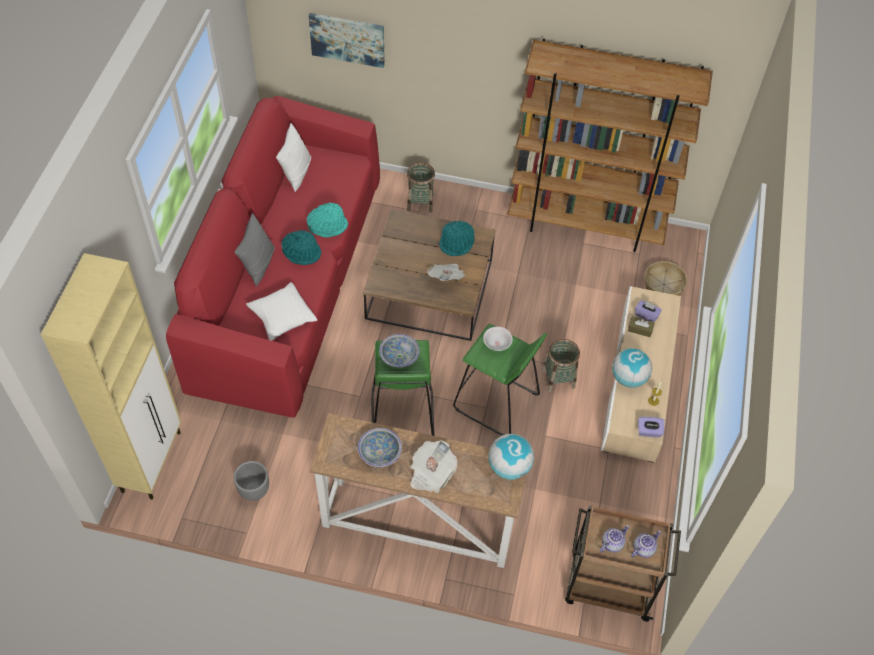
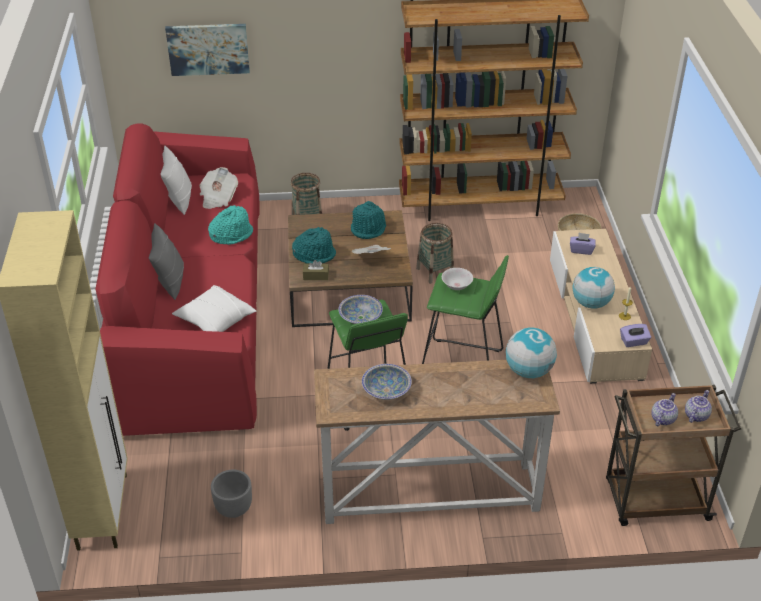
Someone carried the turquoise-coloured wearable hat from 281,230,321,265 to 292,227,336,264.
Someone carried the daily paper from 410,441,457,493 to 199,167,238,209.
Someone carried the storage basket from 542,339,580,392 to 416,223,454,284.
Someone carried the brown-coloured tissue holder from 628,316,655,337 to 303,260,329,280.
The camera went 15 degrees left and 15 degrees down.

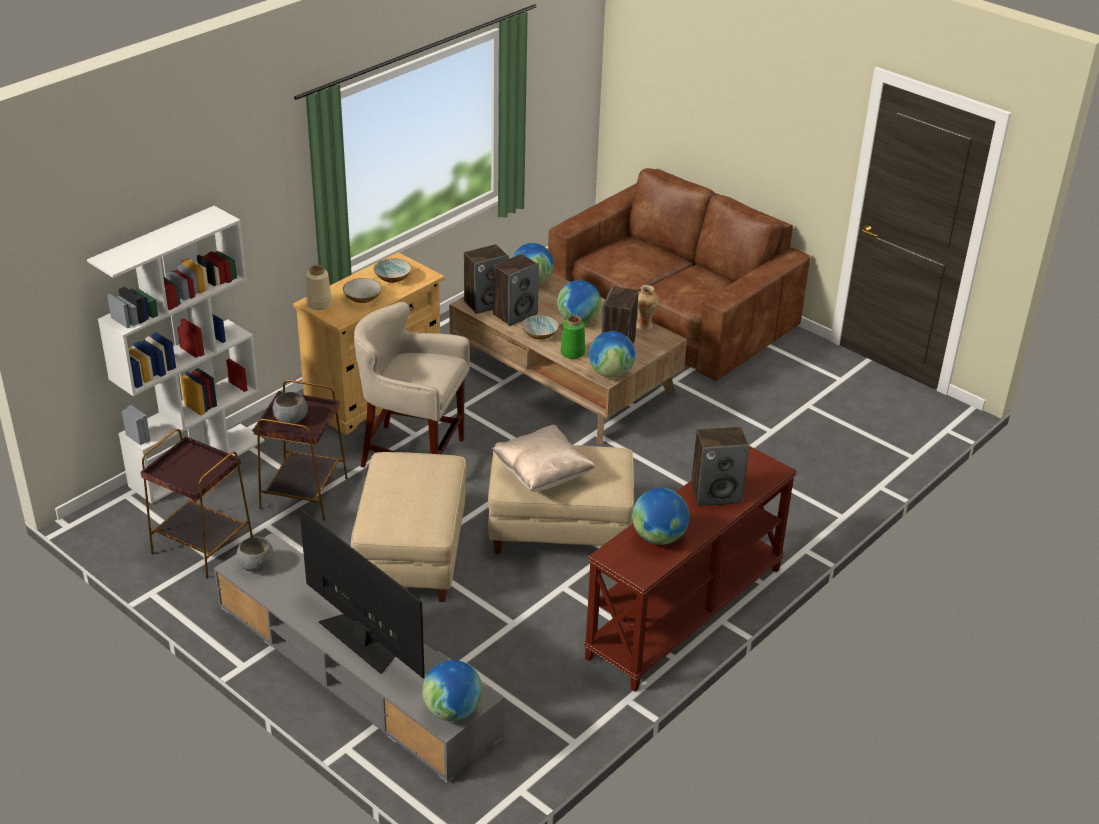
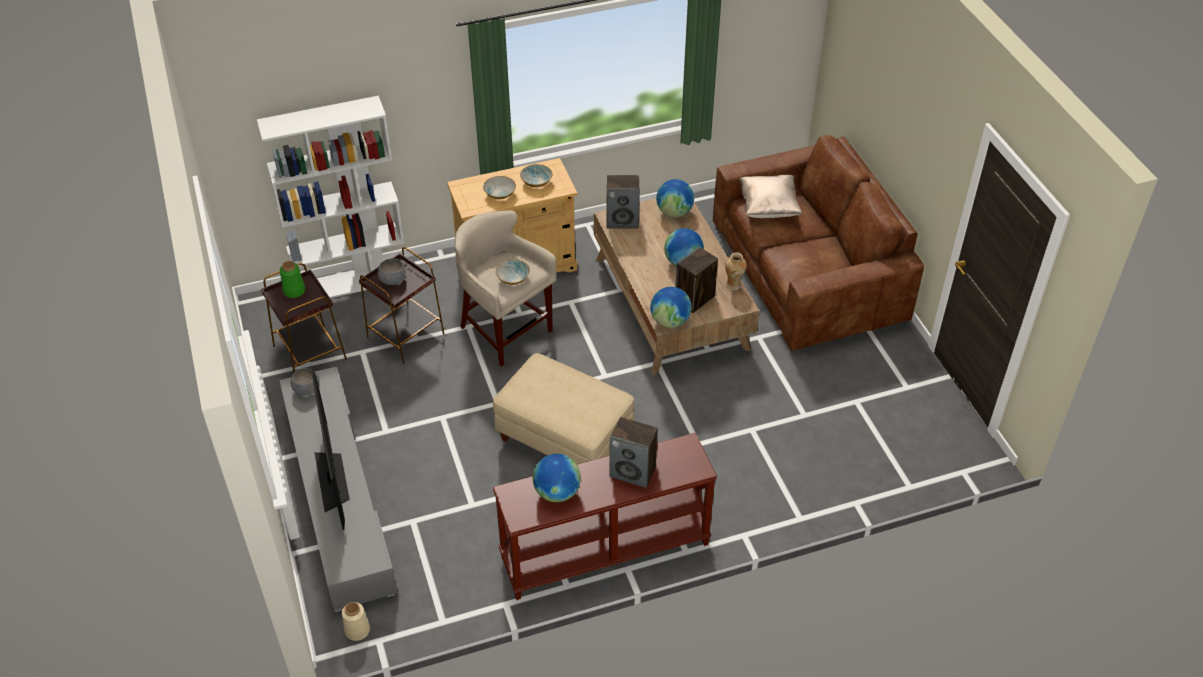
Someone took away the beige-coloured ottoman at 351,452,467,602.
Someone took away the world globe at 422,660,483,721.
Someone took away the loudspeaker at 493,254,539,326.
Someone carried the beige-coloured decorative vase from 306,265,332,310 to 342,602,370,641.
Someone carried the beige-coloured throw pillow from 492,425,595,492 to 739,175,802,218.
Someone carried the deep dish from 522,315,559,340 to 496,259,530,285.
Someone carried the green-coloured decorative vase from 561,315,585,359 to 280,261,305,298.
The camera went 30 degrees right and 10 degrees up.

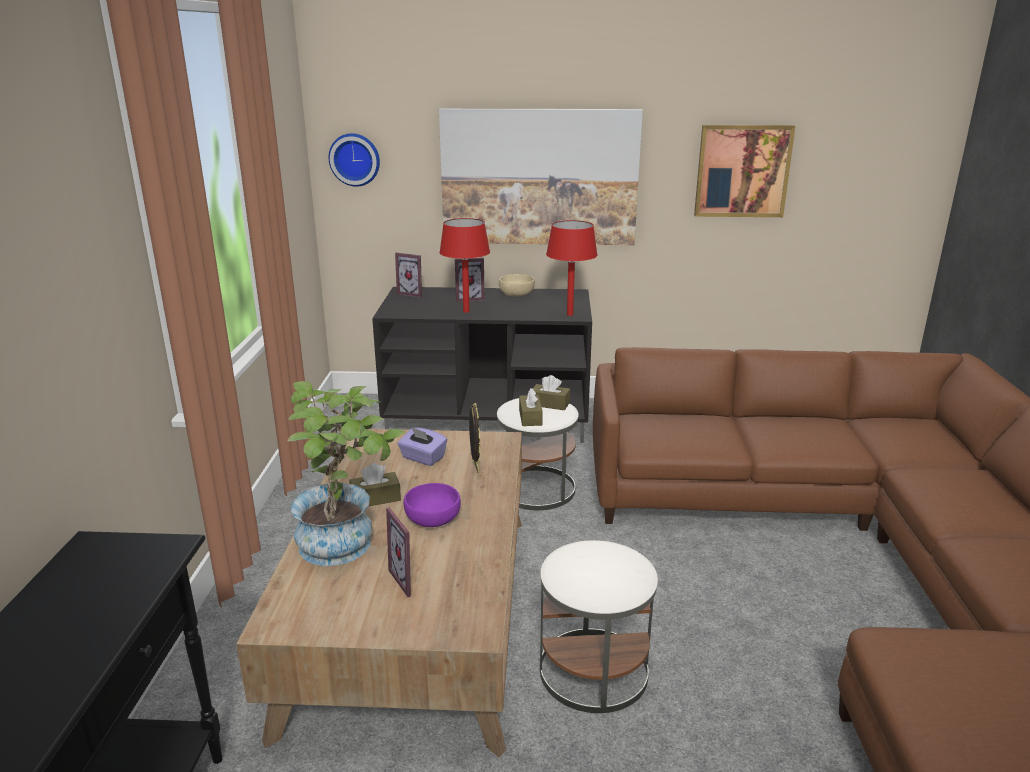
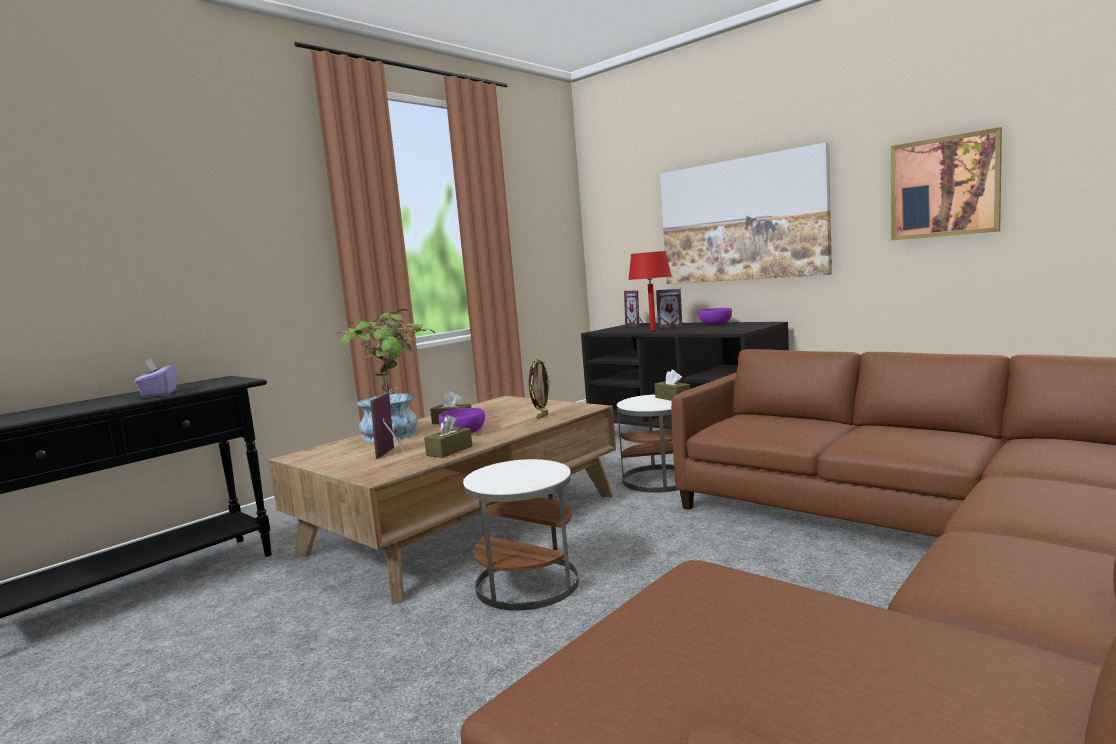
Someone took away the clock on the wall at 329,133,380,187.
Someone took away the red-coloured table lamp at 546,220,598,316.
Someone carried the purple-coloured tissue holder from 397,427,447,466 to 135,359,177,398.
Someone carried the brown-coloured tissue holder from 519,388,543,426 to 424,415,472,458.
Someone repainted the beige-coloured deep dish at 499,274,535,297, which became the purple-coloured deep dish at 698,308,732,325.
The camera went 40 degrees right and 15 degrees down.

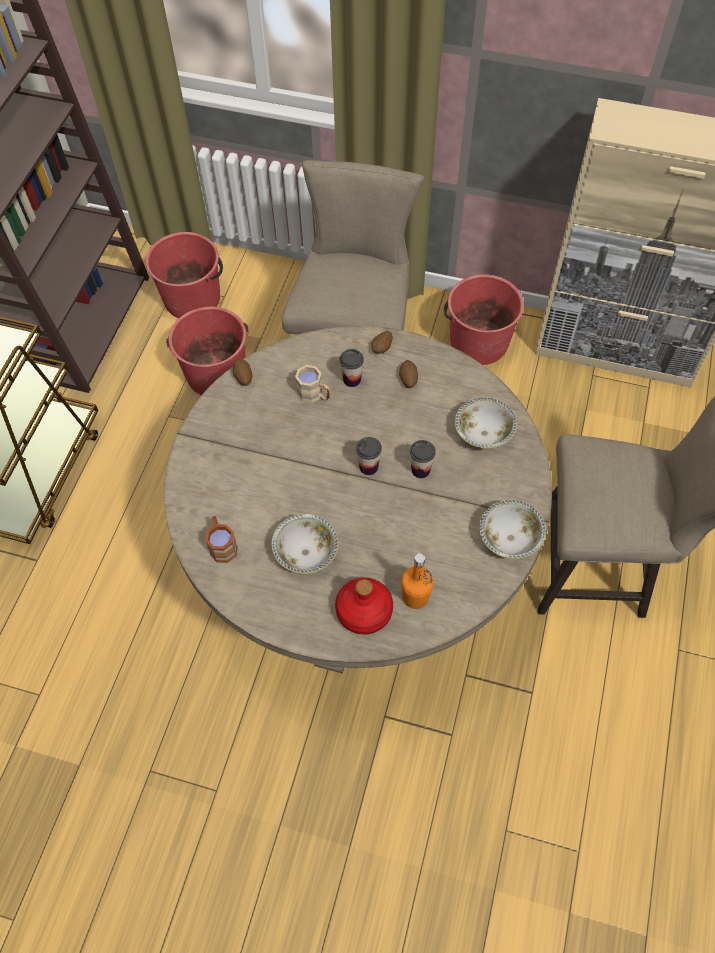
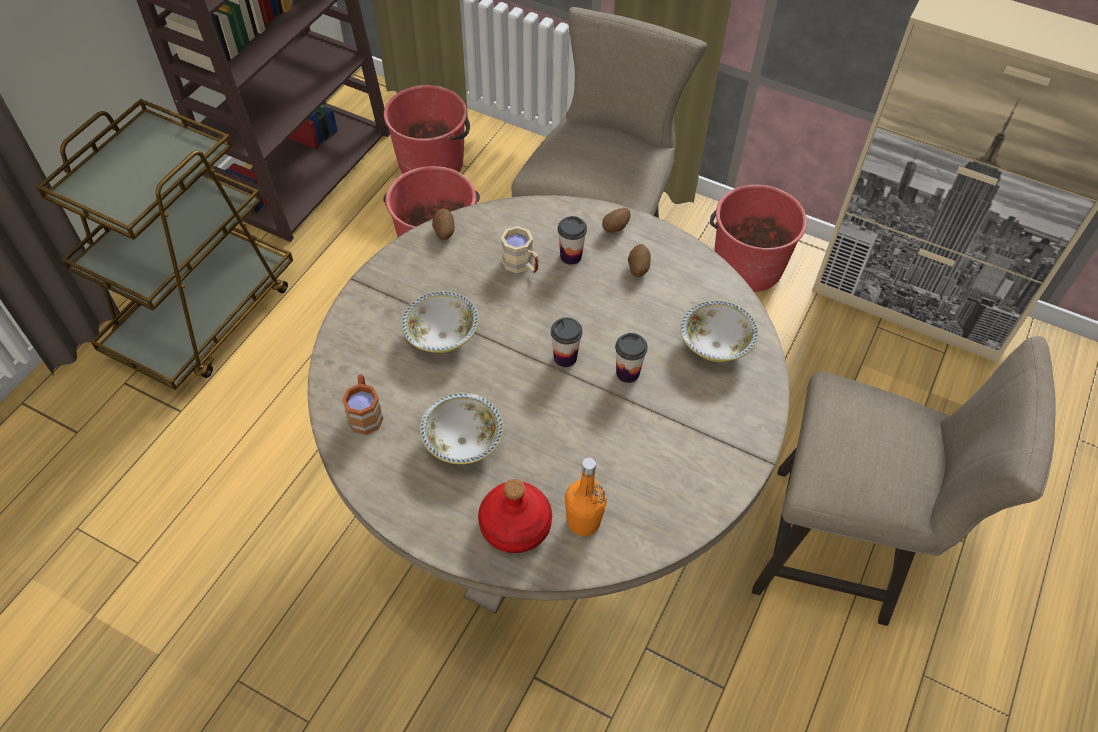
Someone carried the deep dish from 479,500,546,559 to 401,291,479,353.
The camera went 10 degrees right and 5 degrees down.

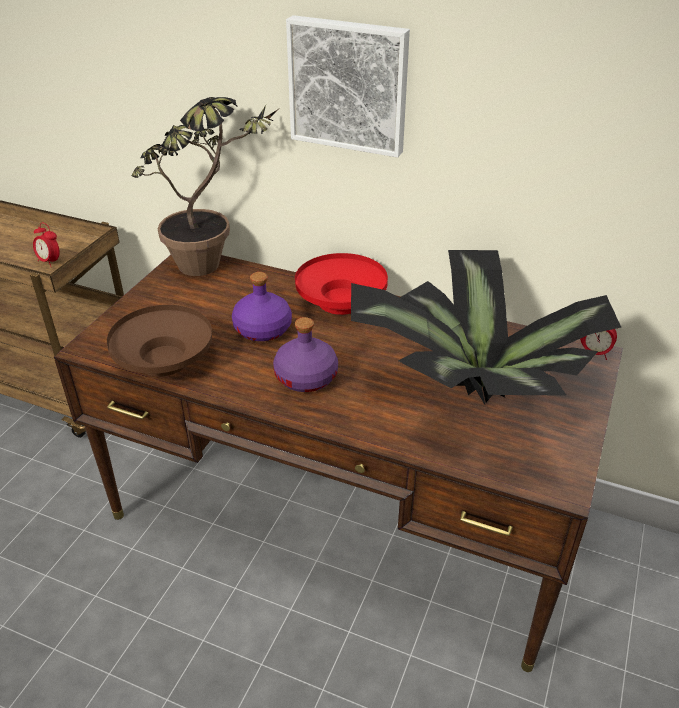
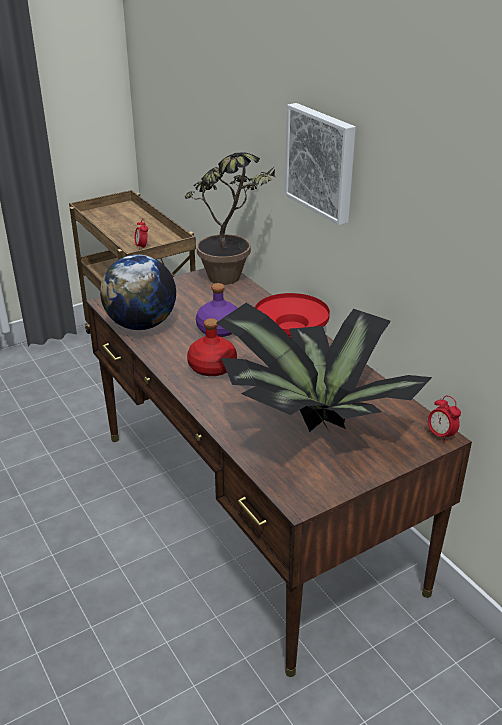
Someone swapped the brown-coloured deep dish at 107,305,212,377 for the world globe at 100,255,176,330.
Someone repainted the purple-coloured beverage bottle at 273,317,338,392, which became the red-coloured beverage bottle at 187,318,237,376.
The camera went 35 degrees right and 5 degrees down.

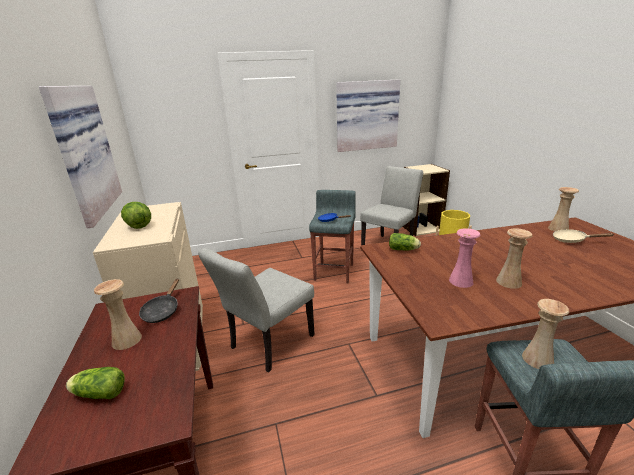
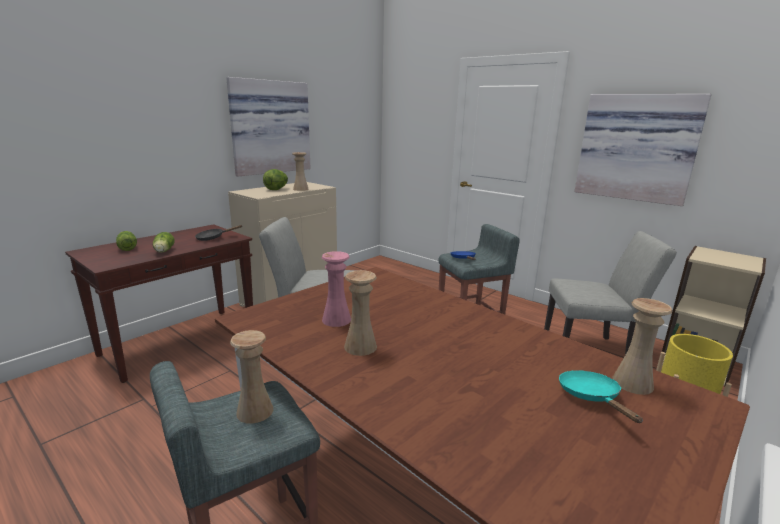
Someone carried the beige-coloured decorative vase from 94,279,142,350 to 292,152,309,191.
Someone carried the lettuce from 389,233,421,250 to 153,232,175,253.
Someone repainted the beige-coloured pan at 553,229,613,243, which became the turquoise-coloured pan at 559,370,643,423.
The camera went 55 degrees right and 5 degrees down.

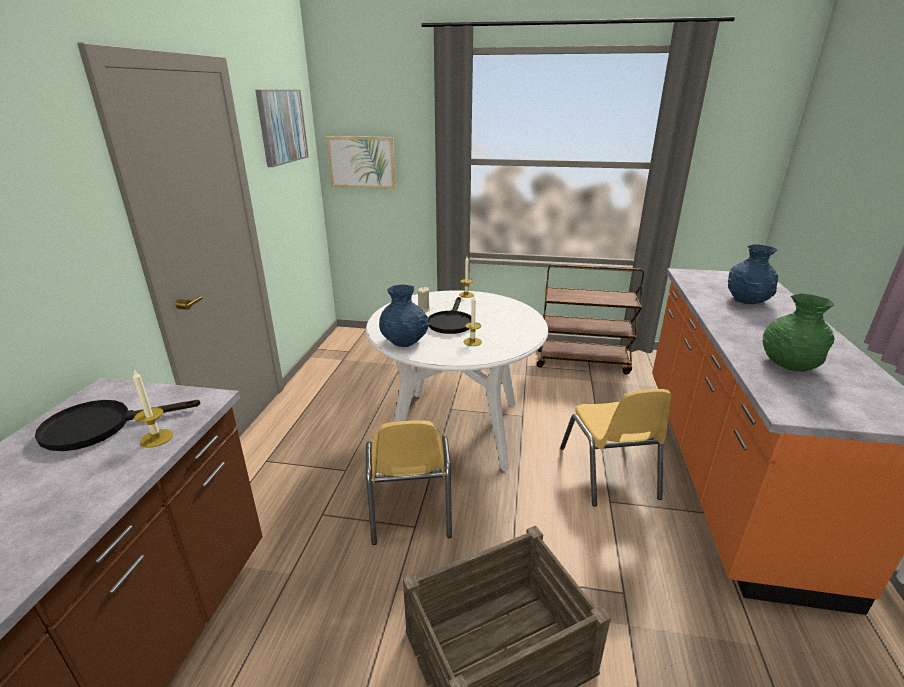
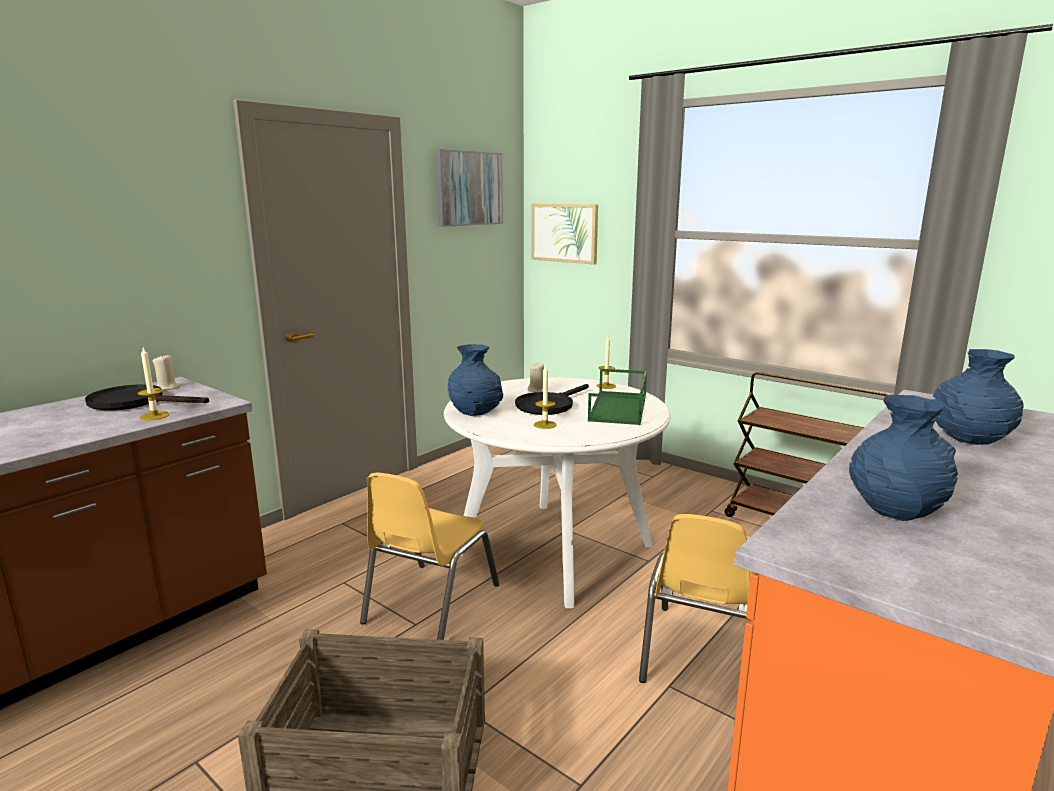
Someone put down the beige-coloured wax light at 153,356,180,390.
Someone put down the green-coloured carrying tray at 588,369,647,425.
Someone repainted the green-coloured decorative vase at 763,293,835,372, which became the blue-coloured decorative vase at 849,395,958,521.
The camera went 30 degrees right and 10 degrees down.

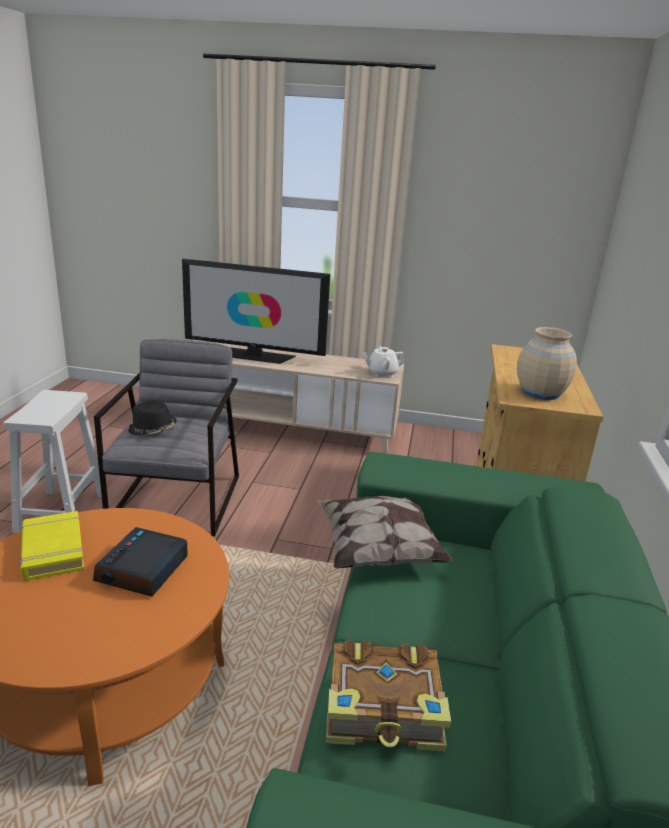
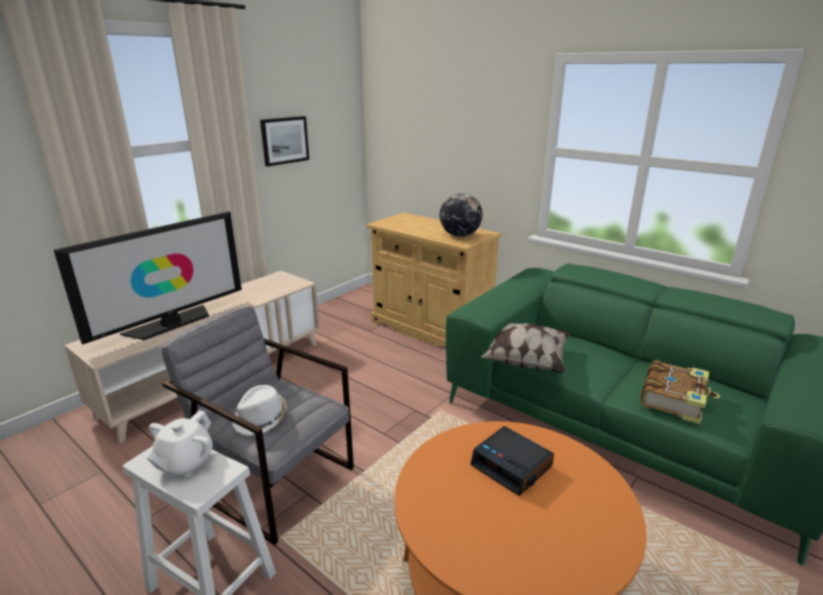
Someone took away the yellow bound book at 20,511,84,581.
Someone put up the wall art at 260,116,309,167.
Someone carried the white teapot from 363,346,405,377 to 147,410,213,478.
Someone swapped the beige-coloured decorative vase at 517,327,577,400 for the world globe at 440,193,483,237.
Someone repainted the blackish wearable hat at 128,400,177,436, which became the white wearable hat at 232,385,287,436.
The camera went 60 degrees left and 0 degrees up.

